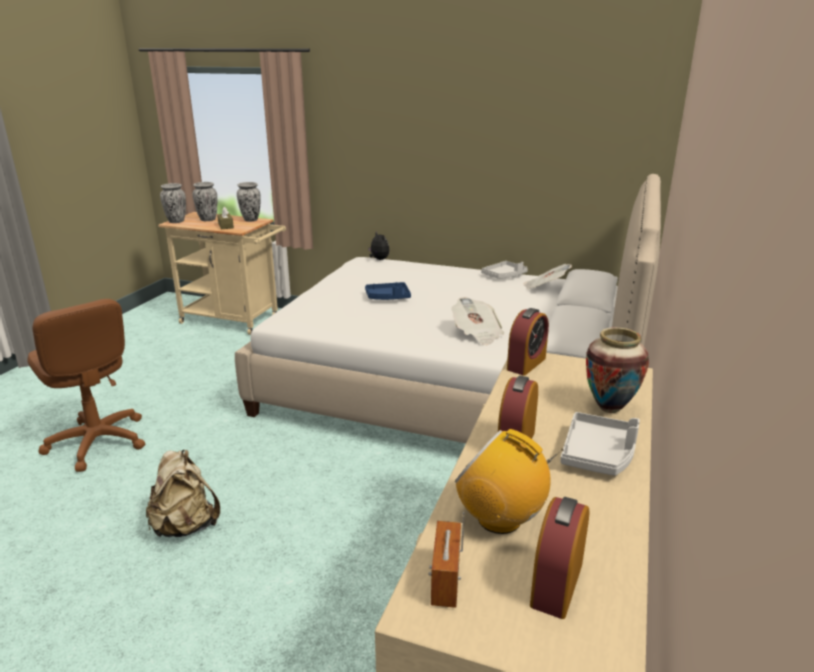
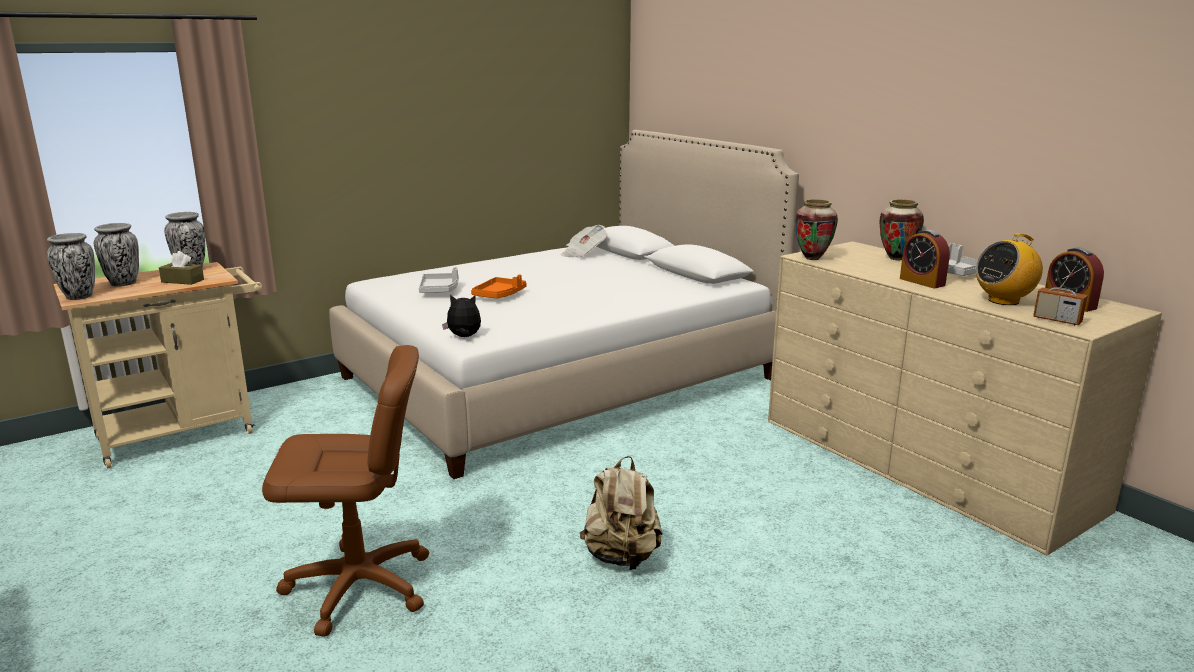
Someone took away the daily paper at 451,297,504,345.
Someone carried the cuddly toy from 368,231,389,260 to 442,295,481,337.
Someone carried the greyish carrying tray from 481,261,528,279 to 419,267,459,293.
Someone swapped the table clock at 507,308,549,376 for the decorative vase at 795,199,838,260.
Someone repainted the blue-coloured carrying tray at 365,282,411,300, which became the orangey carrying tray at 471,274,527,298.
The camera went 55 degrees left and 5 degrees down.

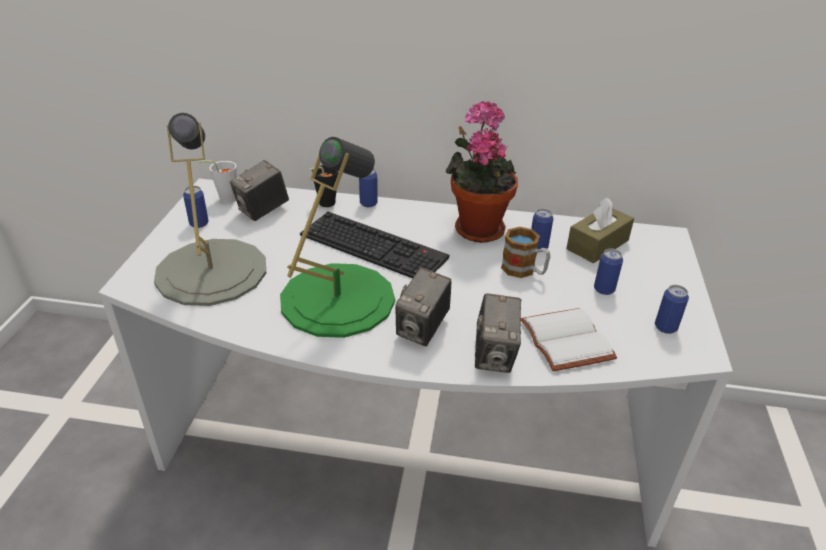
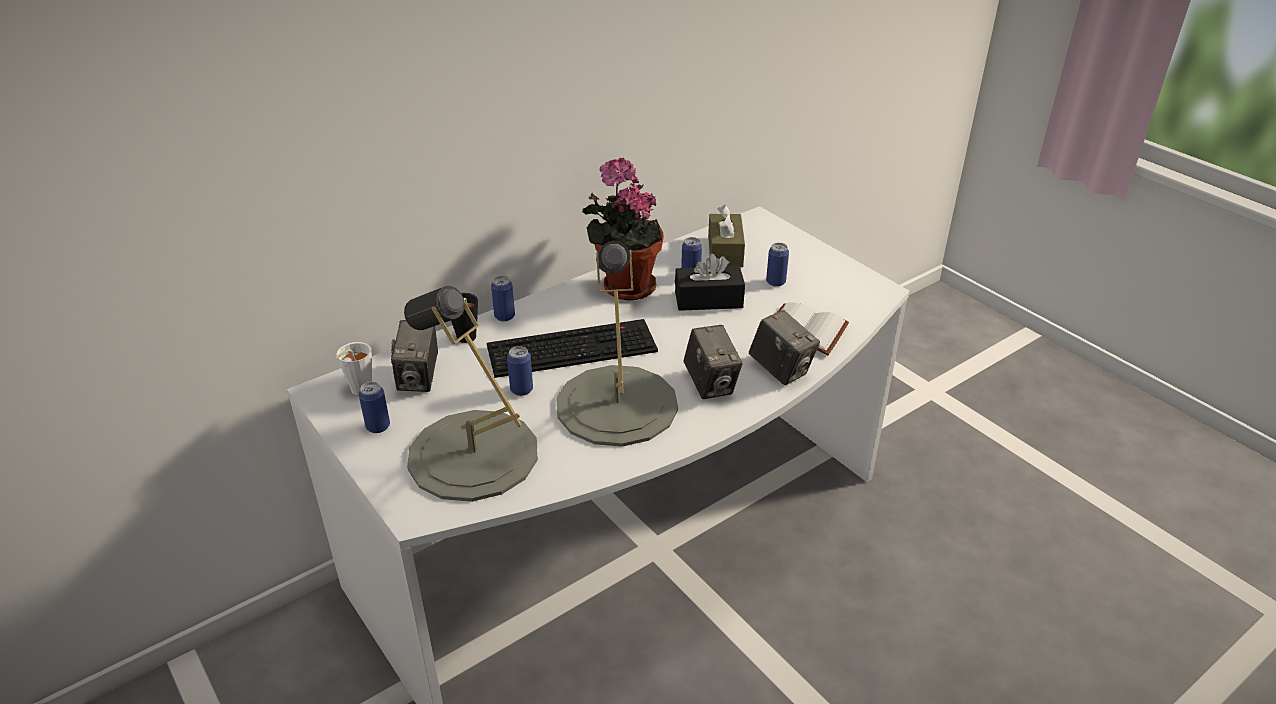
Someone carried the can from 655,285,689,334 to 507,346,533,396.
Someone swapped the tea mug at 501,227,550,278 for the blackish tissue holder at 675,253,745,311.
Someone repainted the green-coloured table lamp at 280,137,395,338, which became the greyish table lamp at 556,241,678,447.
The camera went 45 degrees left and 0 degrees up.

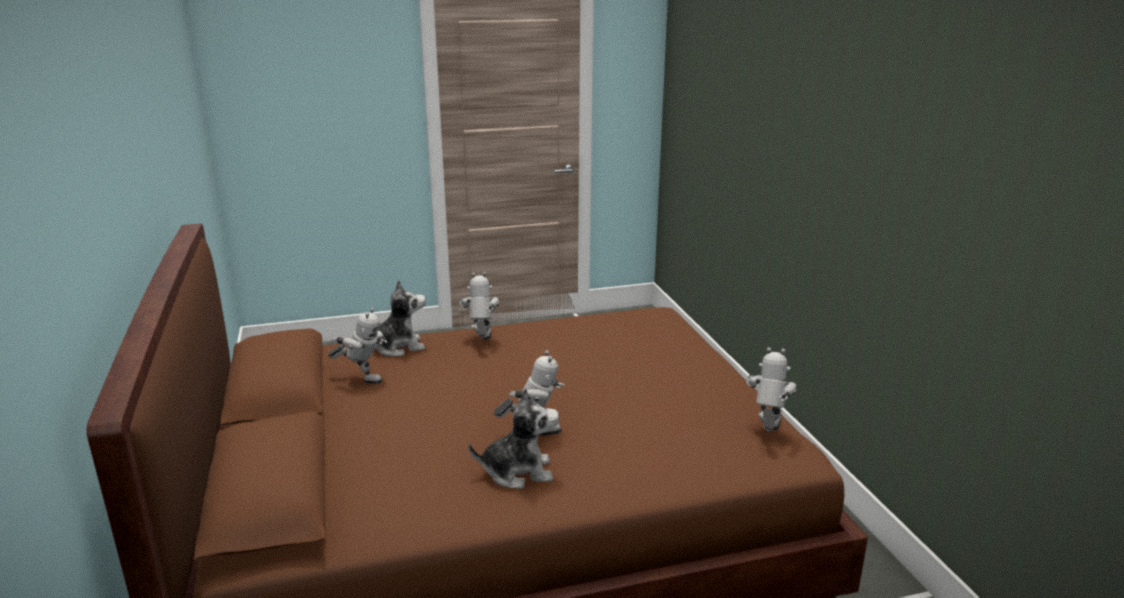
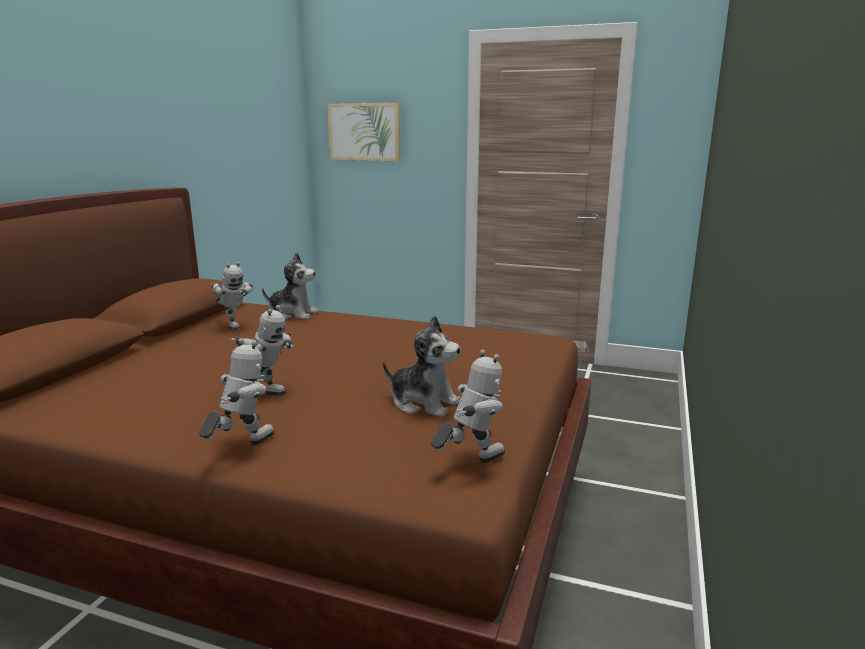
Someone put up the wall art at 327,103,401,161.
Someone carried the model robot from 459,272,499,340 to 199,338,275,445.
Someone carried the cuddly toy from 468,388,559,489 to 383,315,461,417.
The camera went 35 degrees right and 5 degrees down.

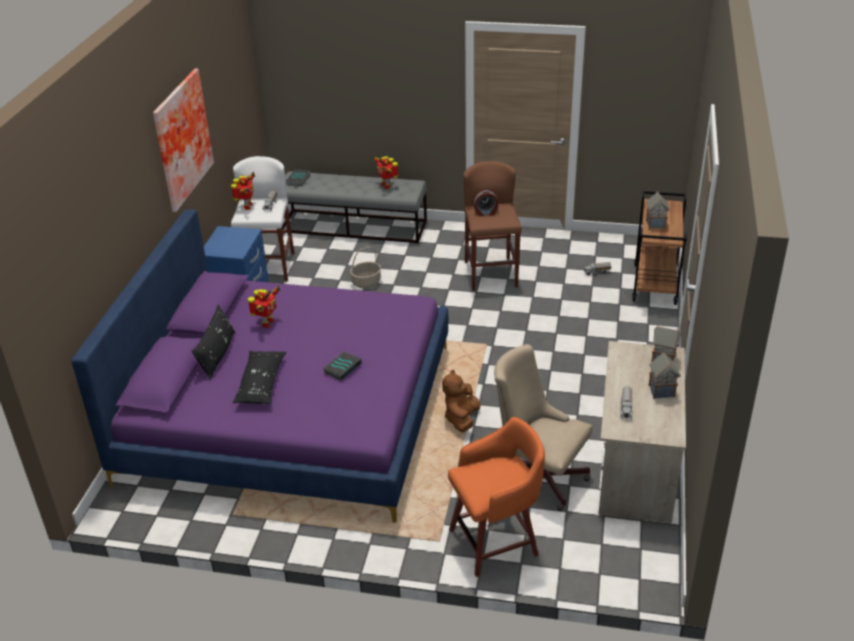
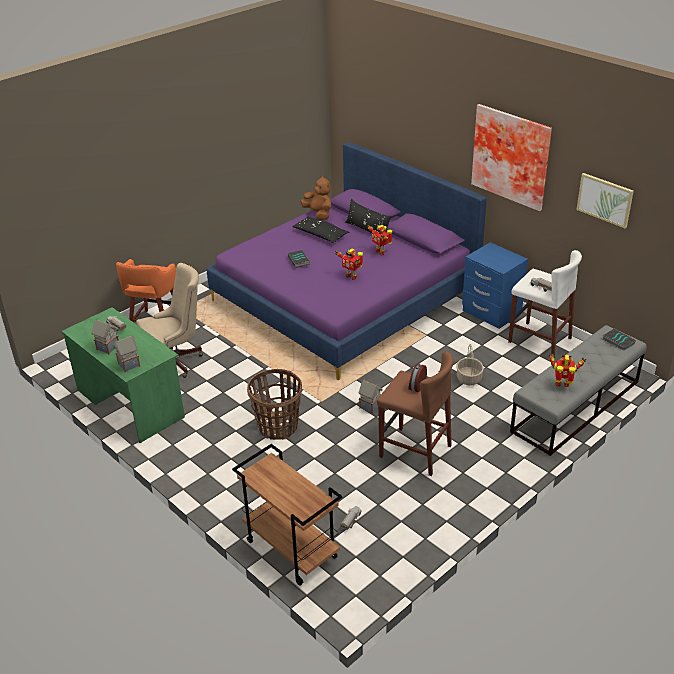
Someone put down the storage basket at 247,369,302,440.
Someone put up the wall art at 577,173,634,228.
Someone carried the model robot from 231,172,256,210 to 336,249,363,280.
Someone carried the brown-coloured cuddly toy from 442,370,481,432 to 300,175,331,220.
Someone carried the miniature house from 646,191,670,229 to 359,379,382,414.
Someone repainted the beige-coloured desk table at 598,341,686,524, which became the green-coloured desk table at 61,307,185,443.
The camera went 125 degrees right and 0 degrees up.

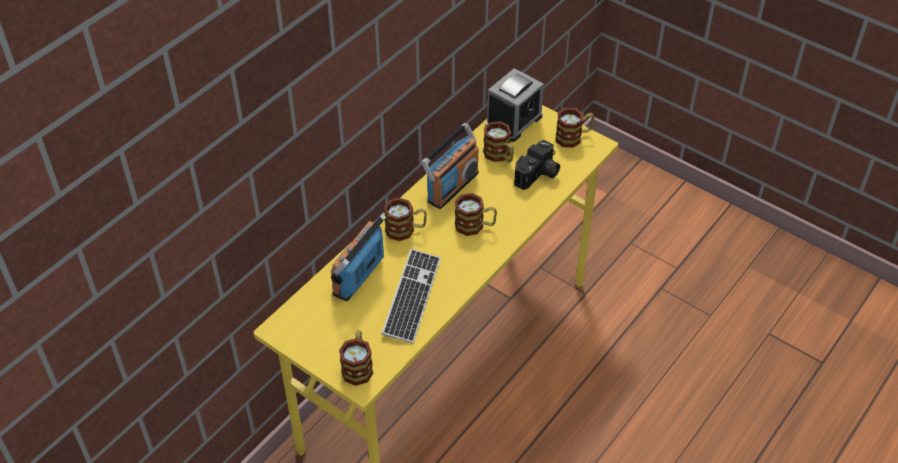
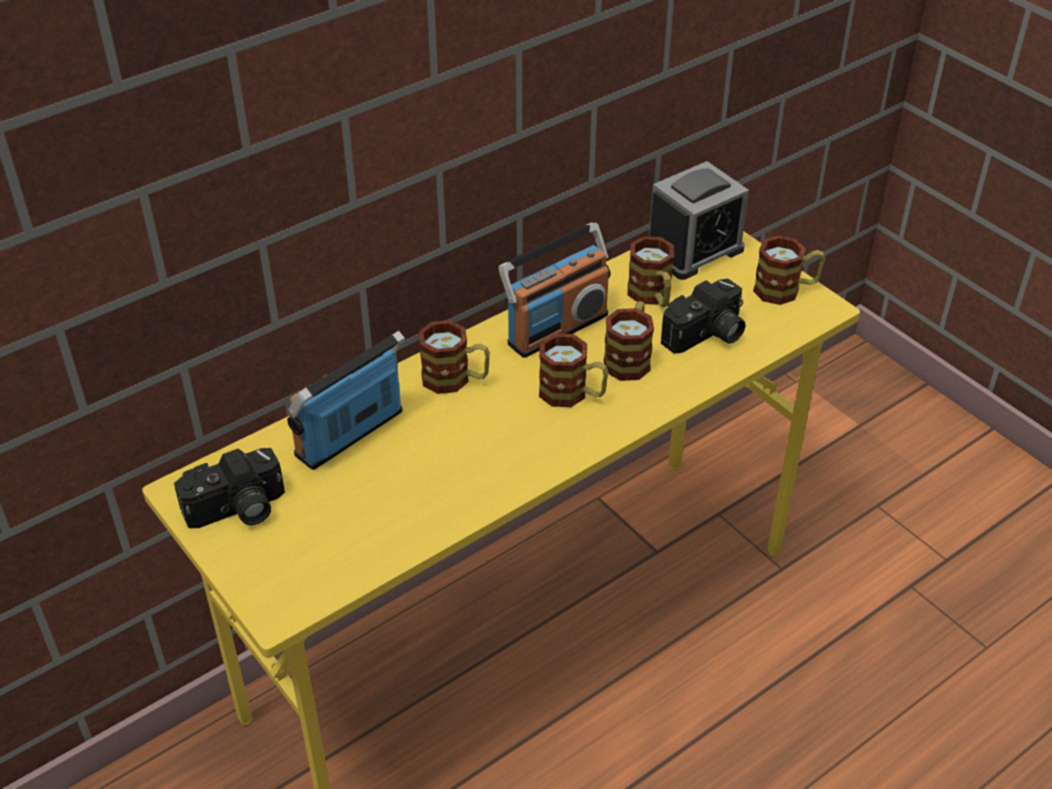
Someone took away the PC keyboard at 381,249,441,344.
Someone put down the still camera at 174,448,285,528.
Someone carried the tea mug from 339,330,373,386 to 604,301,654,381.
The camera went 15 degrees right and 5 degrees down.

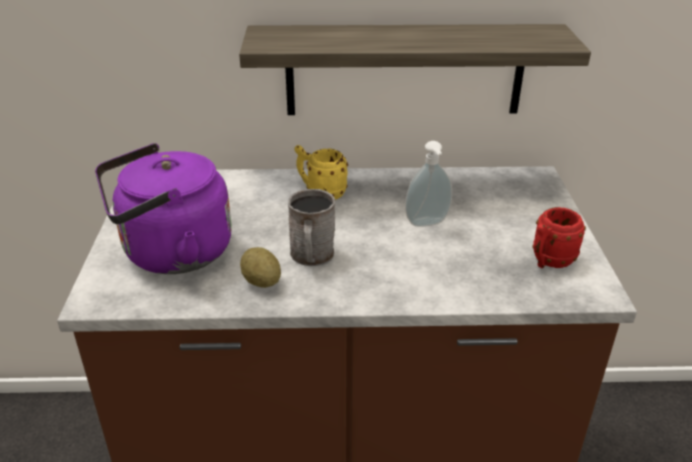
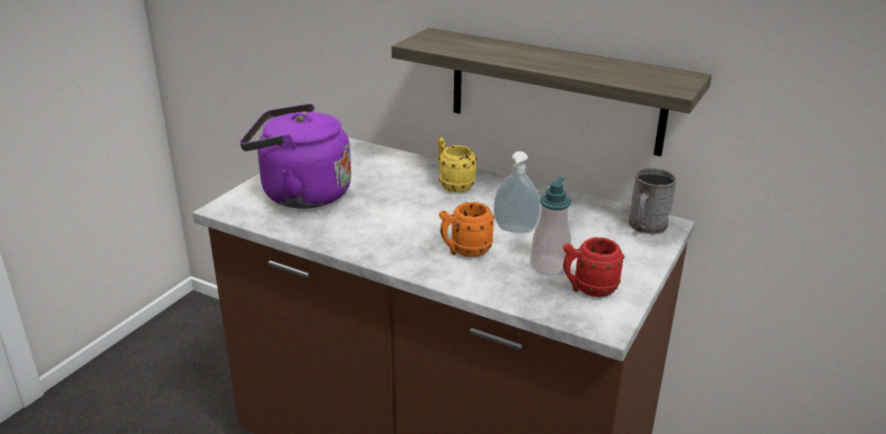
Someone took away the whole potato at 240,247,281,288.
Someone put down the orangey tea mug at 439,202,495,257.
Someone put down the soap bottle at 530,177,571,276.
Someone carried the greyish tea mug from 288,189,335,266 to 629,168,677,234.
The camera went 30 degrees right and 5 degrees down.

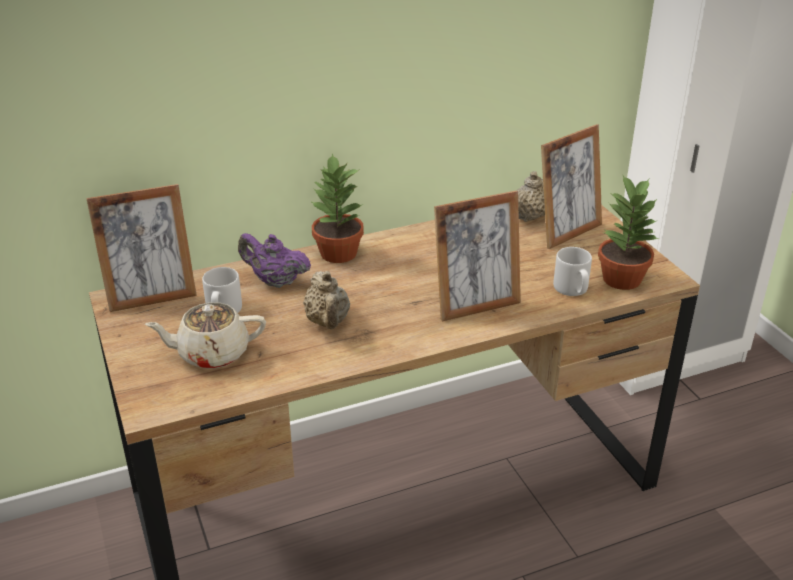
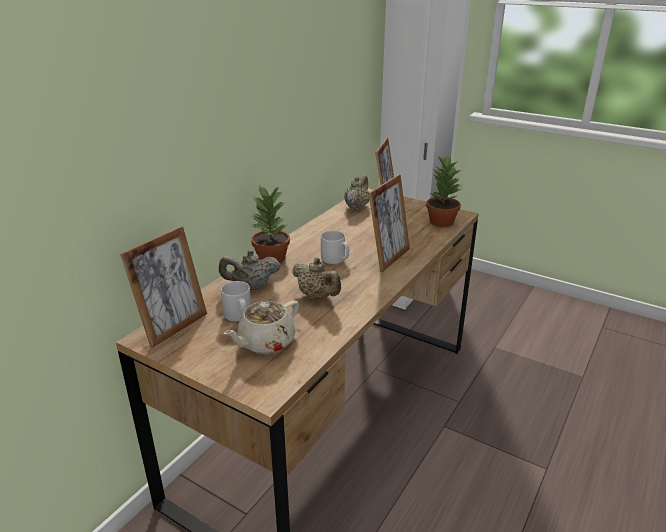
Someone carried the greyish tea mug from 553,247,592,296 to 321,230,349,264.
Someone repainted the purple-coloured teapot at 238,233,311,288, which became the beige-coloured teapot at 219,249,281,290.
The camera went 35 degrees left and 5 degrees down.

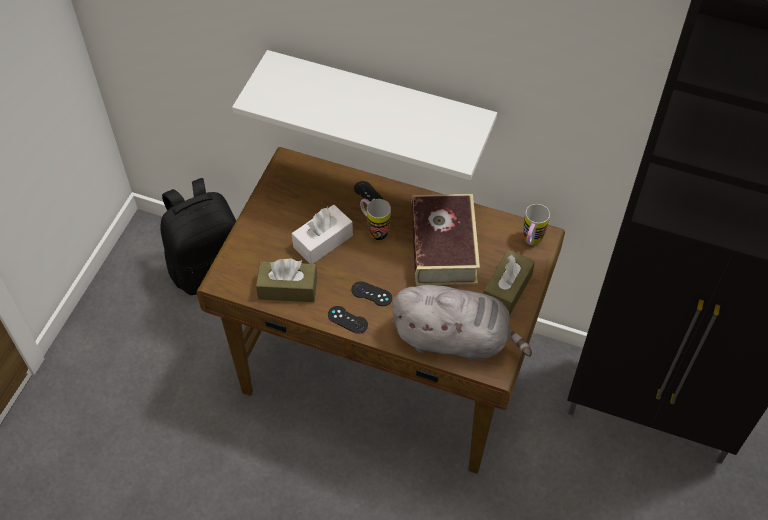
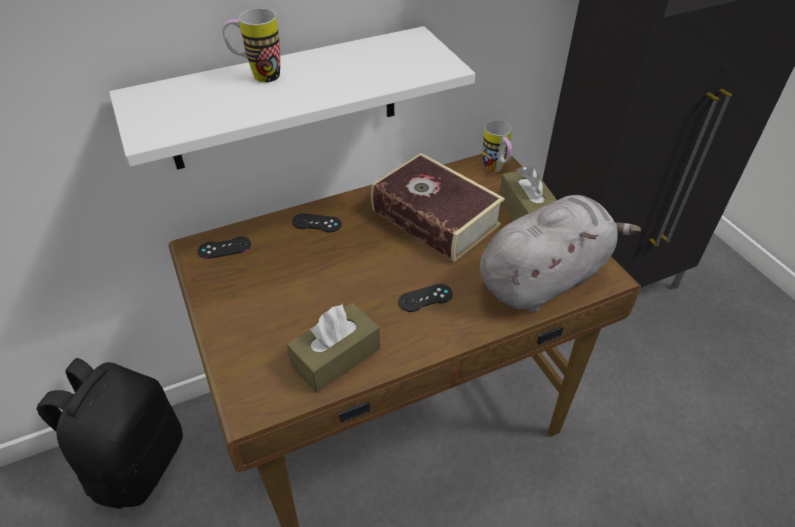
Someone took away the white tissue holder at 292,205,353,264.
Someone carried the blackish game controller from 328,306,368,334 to 197,237,251,259.
Someone carried the tea mug from 360,199,391,240 to 222,8,280,82.
The camera went 45 degrees left and 10 degrees down.

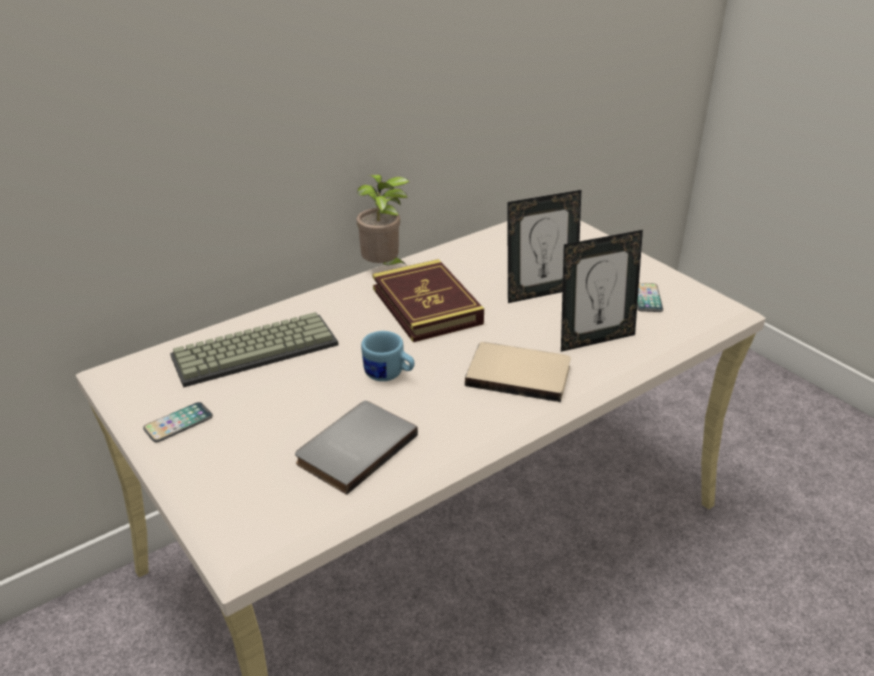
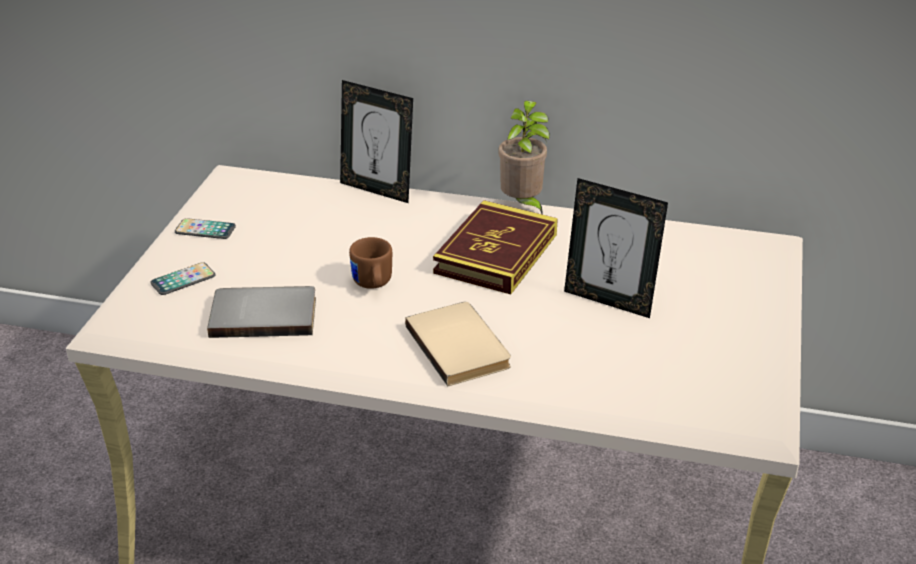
Someone took away the PC keyboard at 170,312,339,388.
Someone carried the photo frame from 561,230,643,352 to 340,80,413,203.
Someone carried the telephone from 637,283,663,312 to 150,262,215,295.
Someone repainted the blue-coloured tea mug at 361,331,415,381, which became the brown-coloured tea mug at 349,237,392,289.
The camera went 50 degrees right and 0 degrees up.

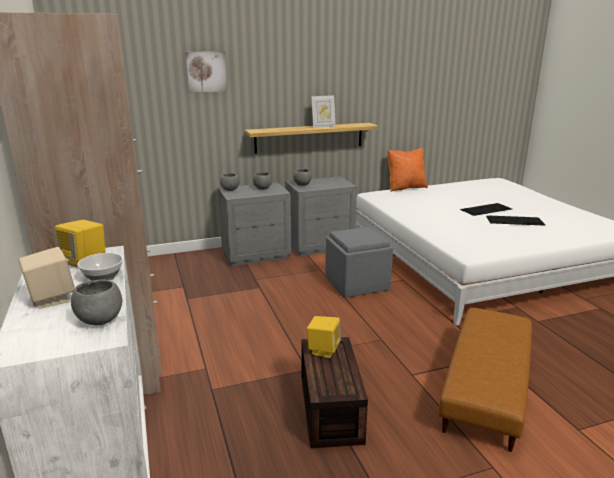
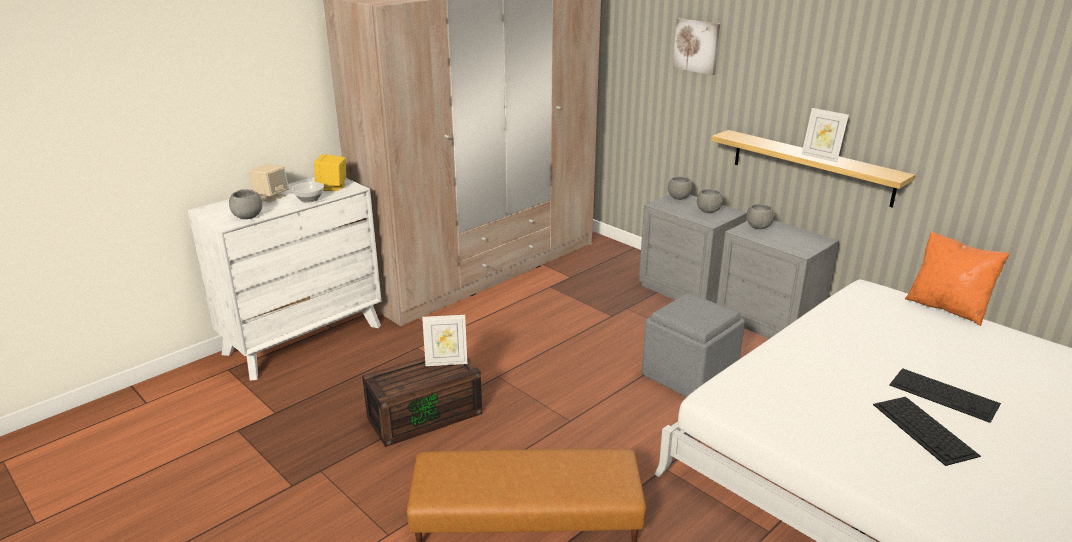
Someone swapped the yellow loudspeaker at 307,316,341,358 for the photo frame at 422,315,467,366.
The camera went 65 degrees right and 5 degrees up.

